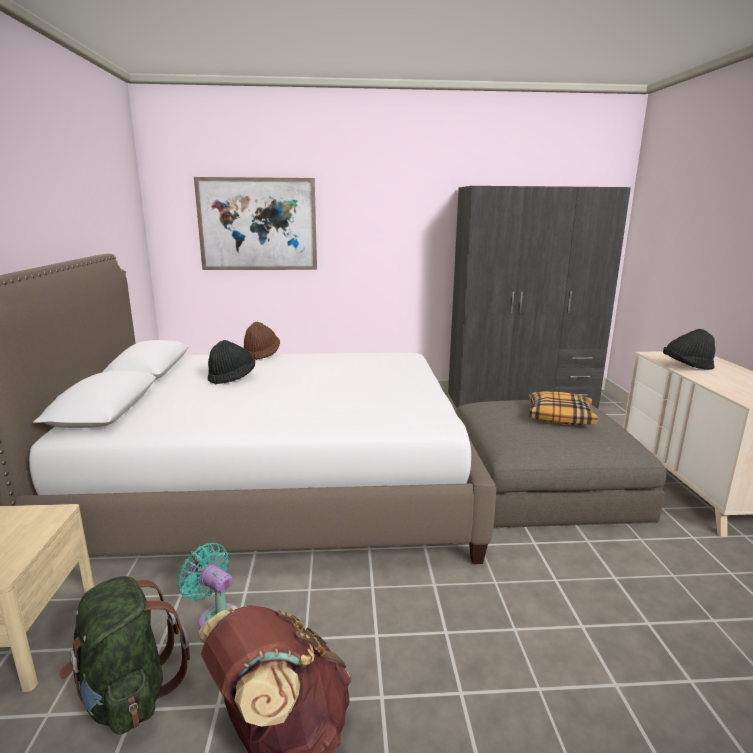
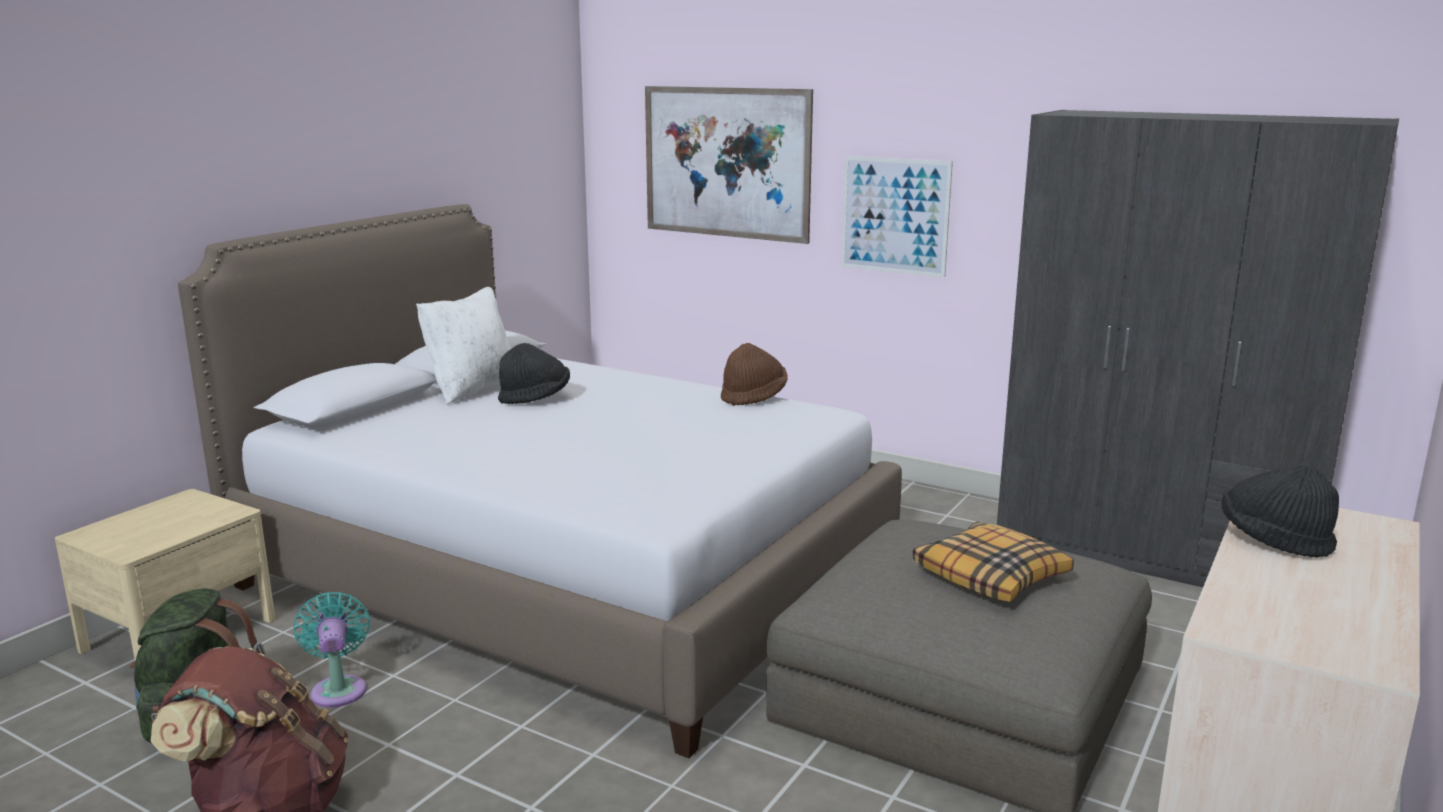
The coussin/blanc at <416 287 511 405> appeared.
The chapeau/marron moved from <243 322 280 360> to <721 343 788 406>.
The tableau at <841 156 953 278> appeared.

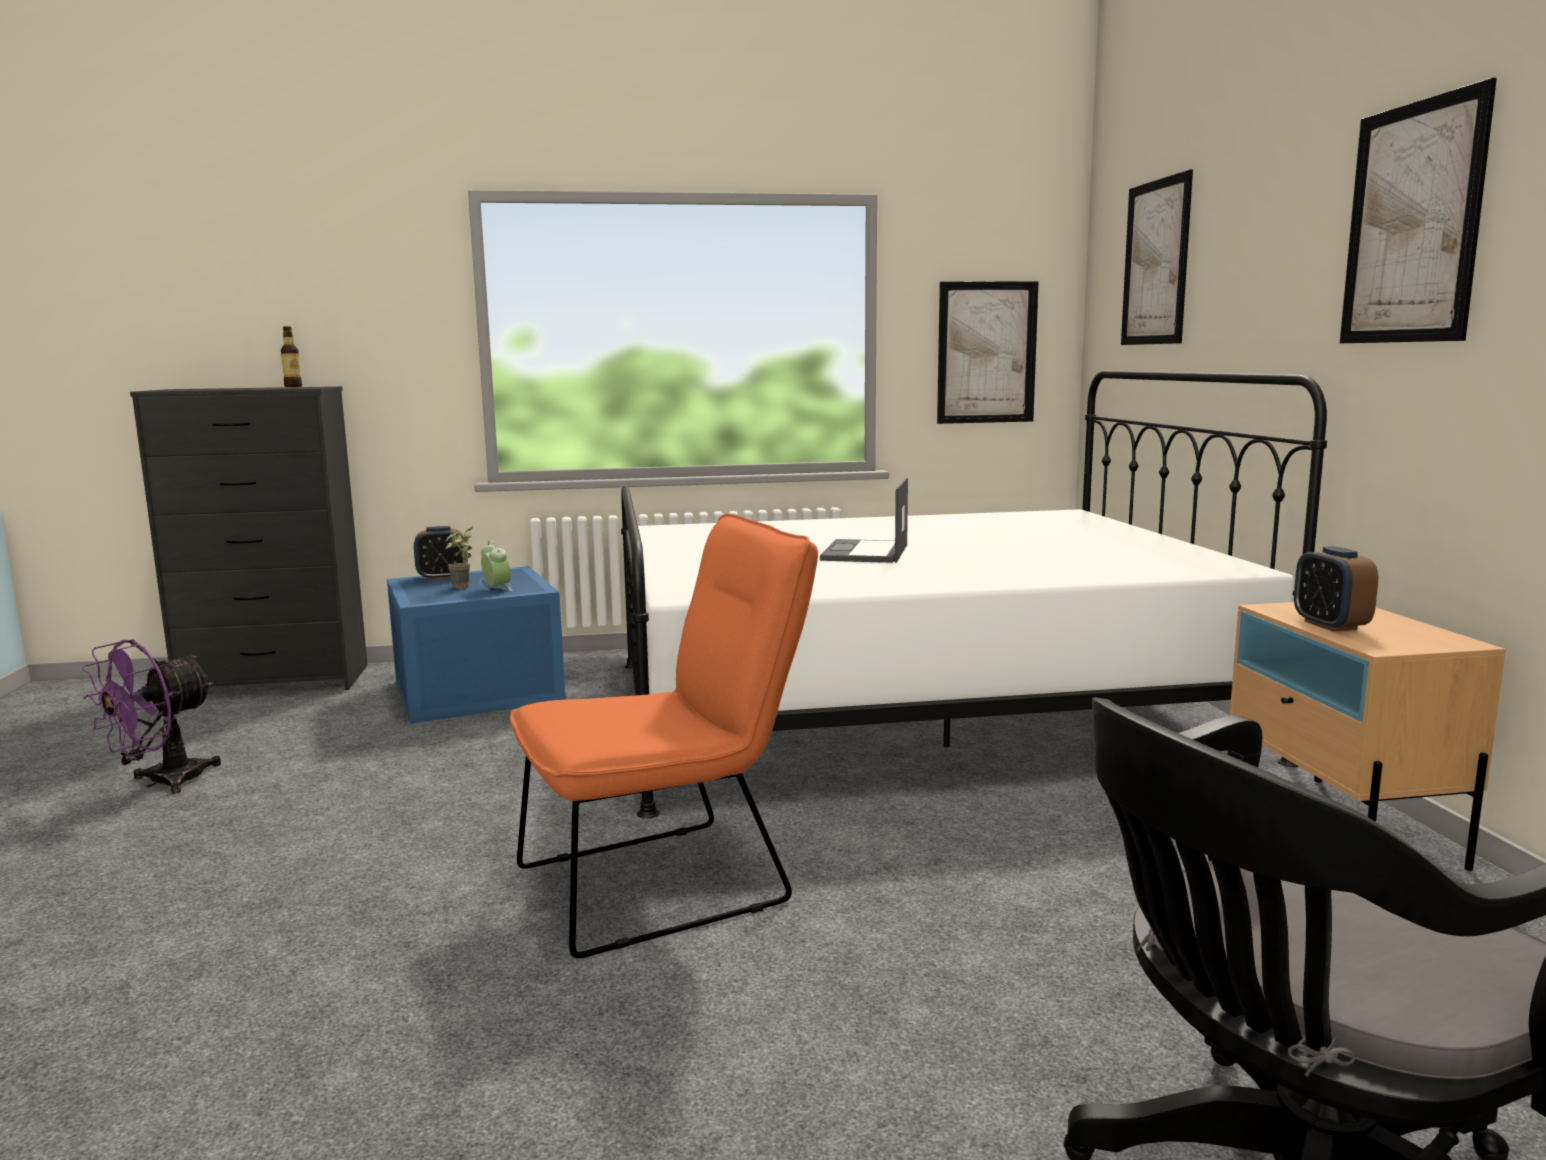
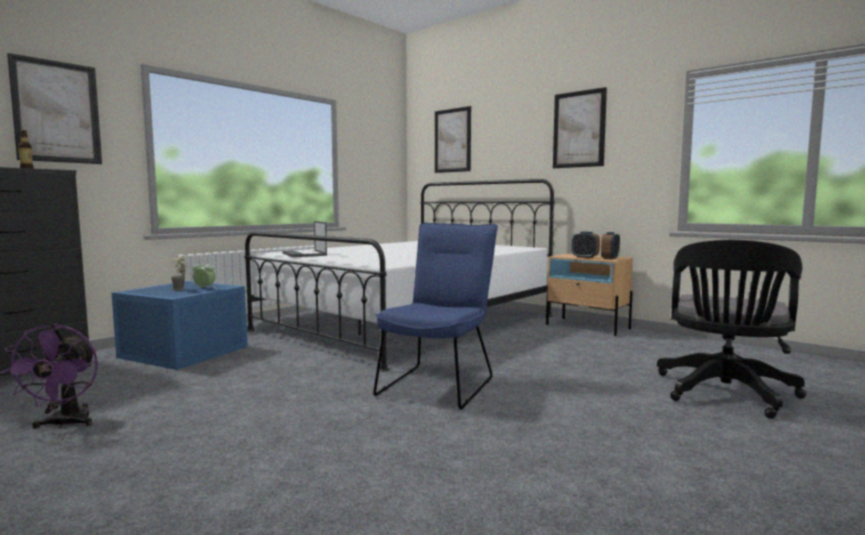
The tableau moved from <937 281 1039 424> to <7 53 102 164>.
The ordinateur portable moved from <820 477 908 563> to <282 221 327 257>.
The chaise/orange at <510 514 818 958> became the chaise/bleu at <373 223 498 410>.
The réveil moved from <414 526 466 580> to <601 232 620 260>.

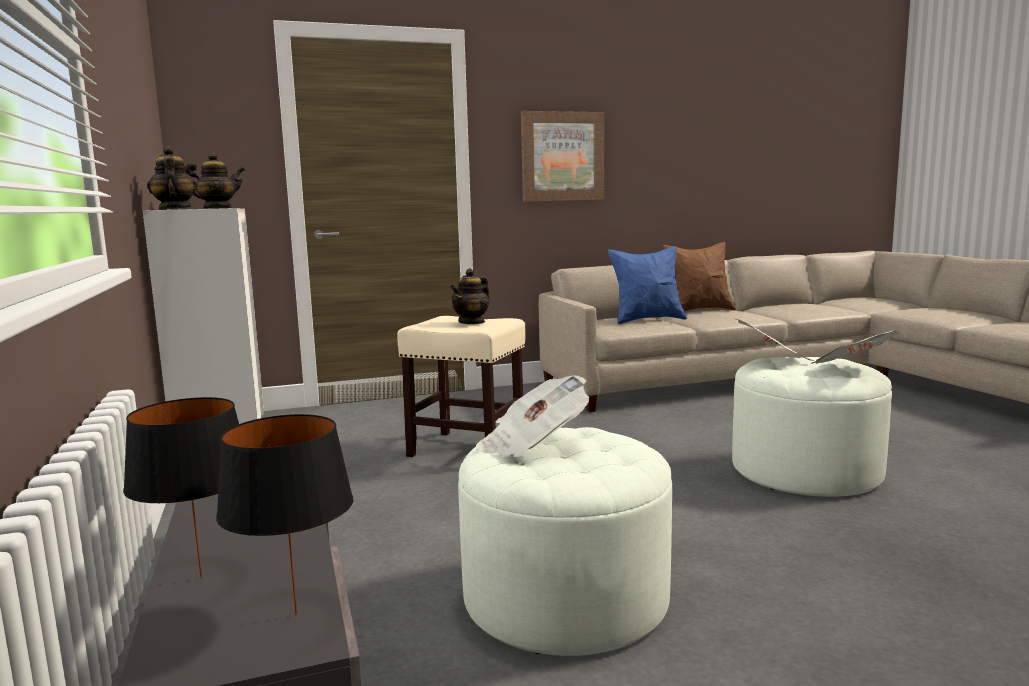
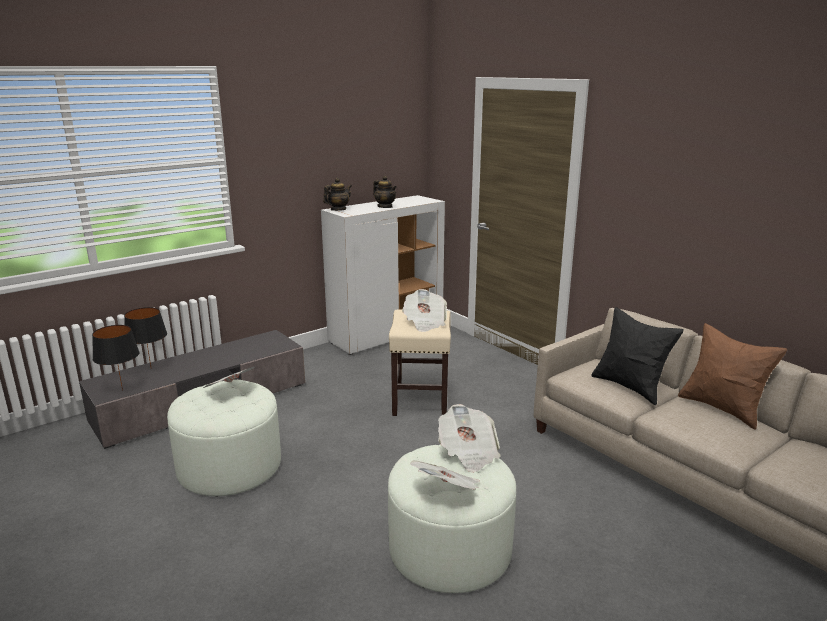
The théière at <450 268 490 325> was replaced by the journal at <402 289 447 332>.
The coussin/bleu at <608 246 687 324> became the coussin/noir at <591 307 684 405>.
The tableau at <521 111 604 202> disappeared.

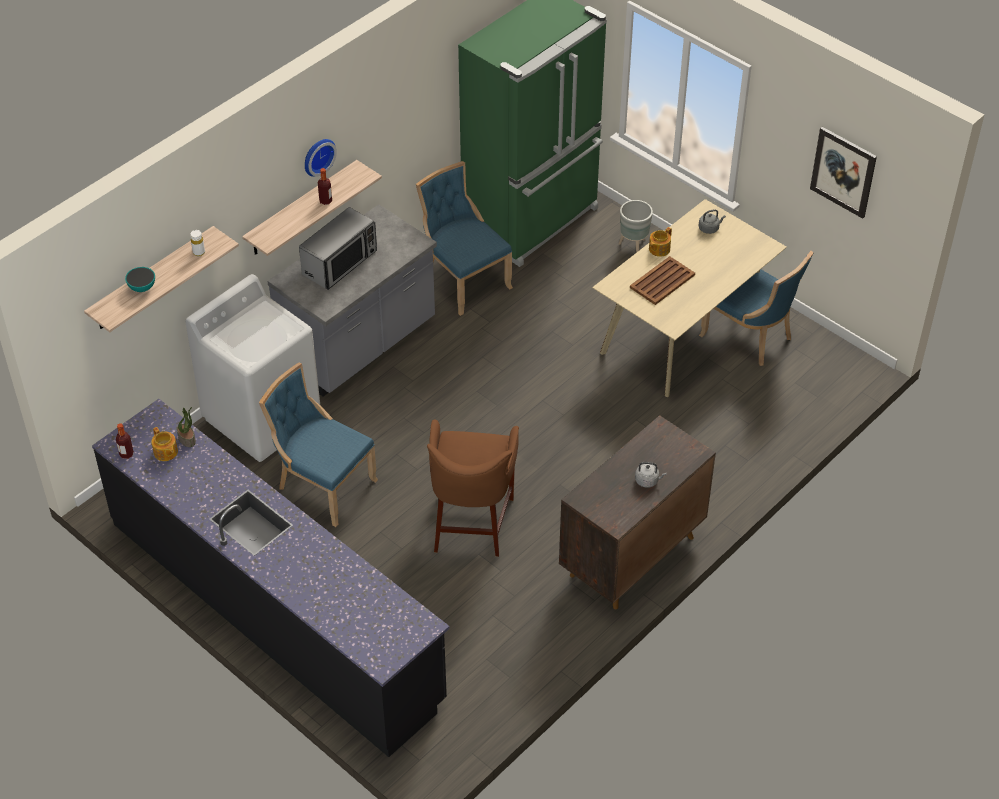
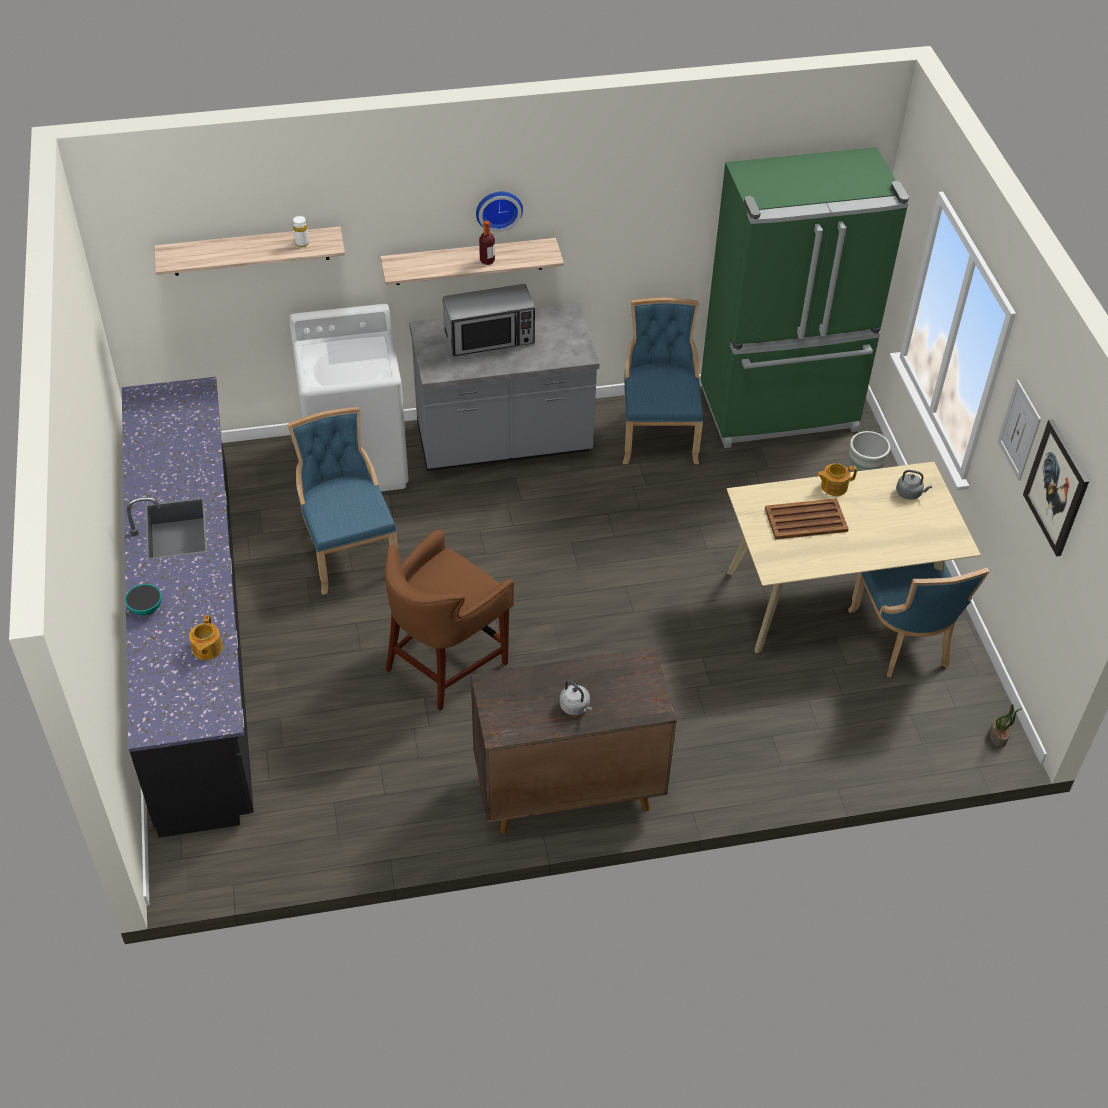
The bol moved from <125 267 155 292> to <125 584 162 616>.
The théière moved from <151 427 178 461> to <189 615 223 660>.
The plante en pot moved from <177 407 196 447> to <989 704 1023 748>.
The tableau at <997 380 1041 481> appeared.
The bouteille at <116 423 134 459> disappeared.

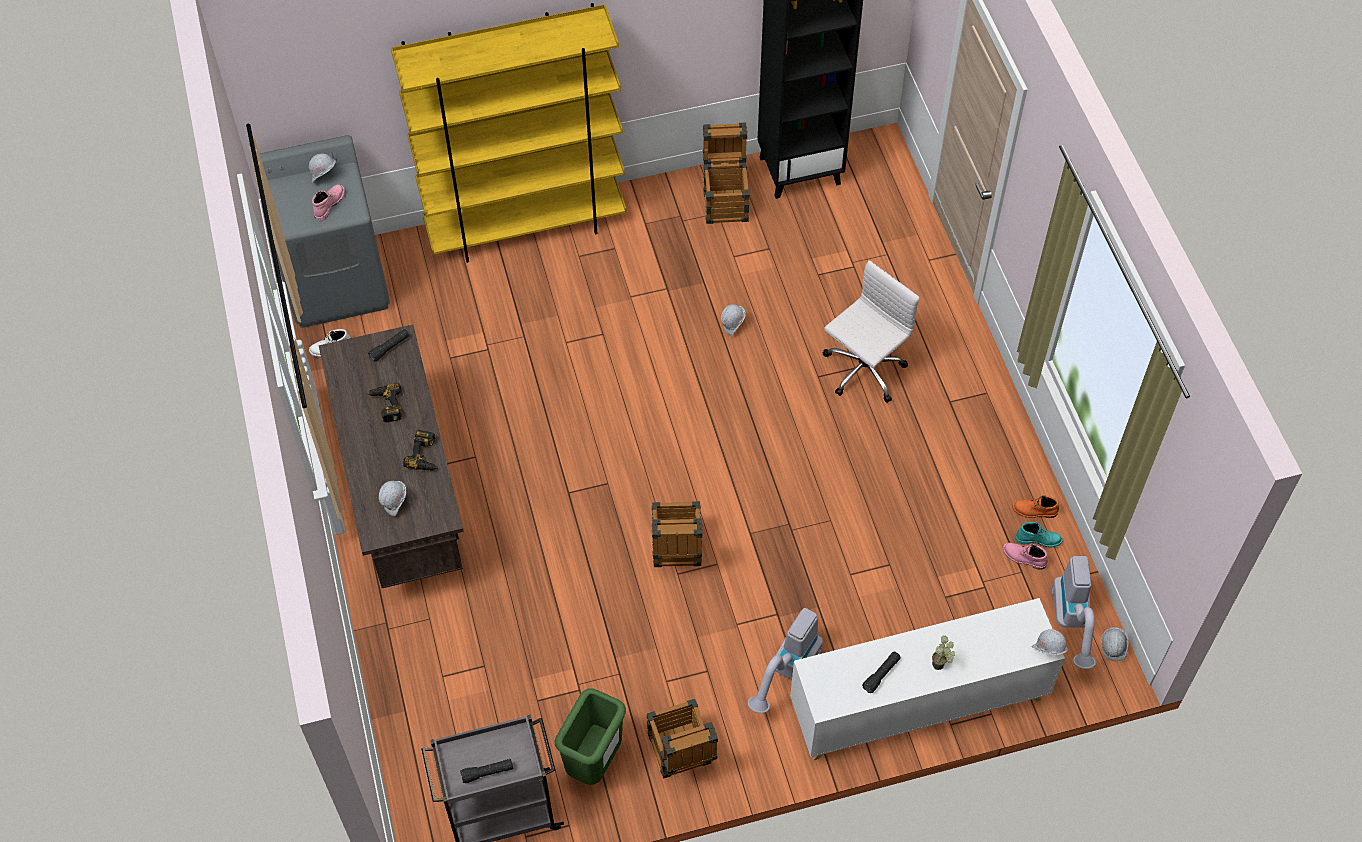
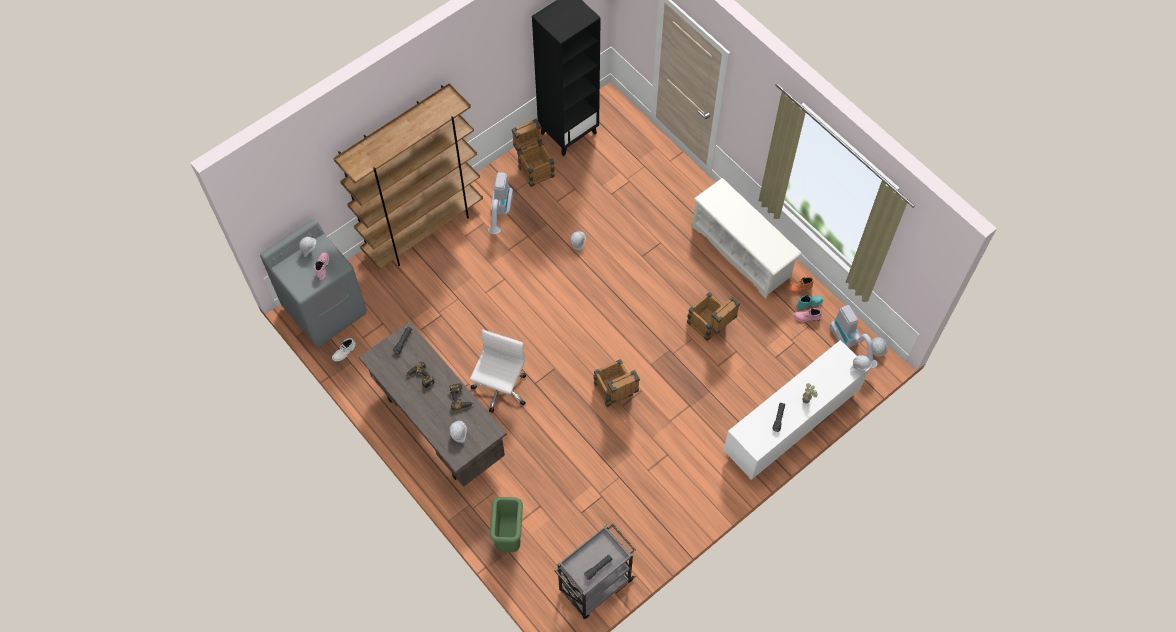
The bibliothèque/jaune at <391 3 626 263> became the bibliothèque/marron at <333 83 483 270>.
The chaise de bureau/blanc moved from <823 260 919 403> to <470 330 526 413>.
The aspirateur moved from <748 608 823 713> to <488 172 513 234>.
The poubelle/vert moved from <555 688 626 785> to <490 497 523 552>.
The caisse moved from <647 699 718 779> to <687 292 740 341>.
The étagère à chaussures/blanc at <692 178 802 299> appeared.

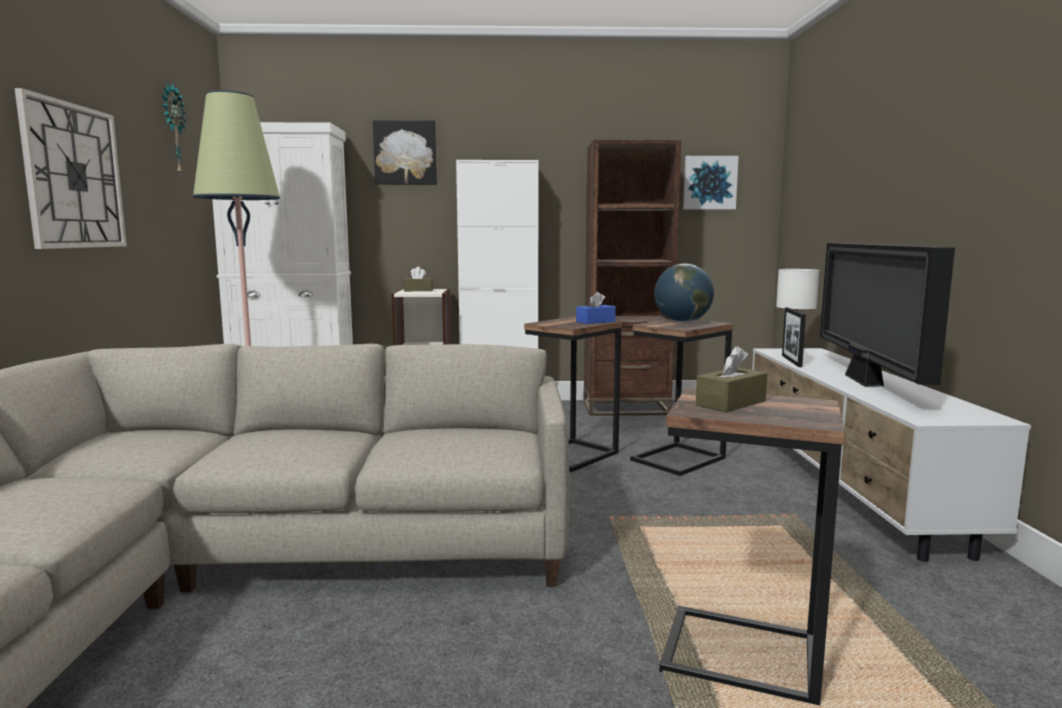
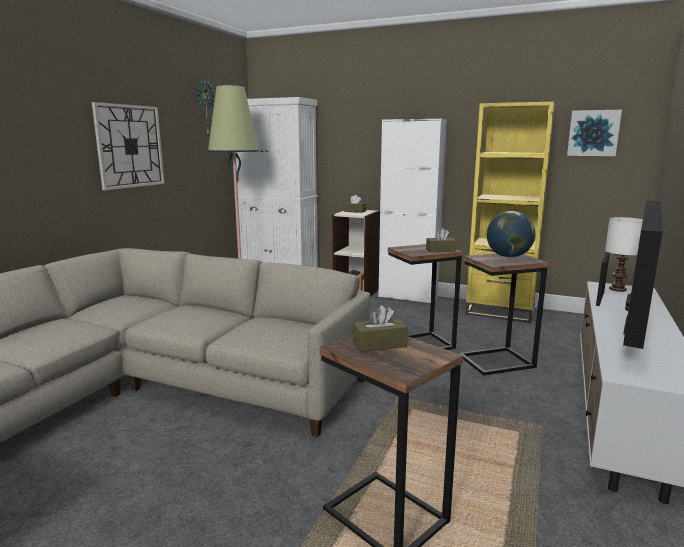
The boîte à mouchoirs/bleu at <576 292 616 324> became the boîte à mouchoirs/marron at <426 228 456 252>.
The bibliothèque/marron at <583 140 681 416> became the bibliothèque/jaune at <465 101 555 323>.
The tableau at <373 120 437 185> disappeared.

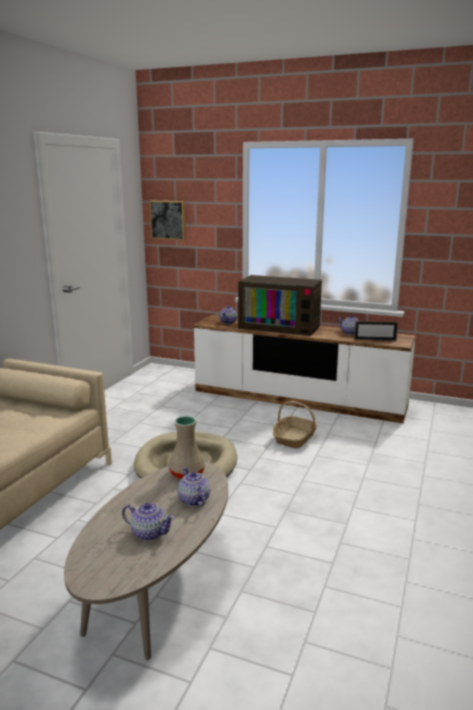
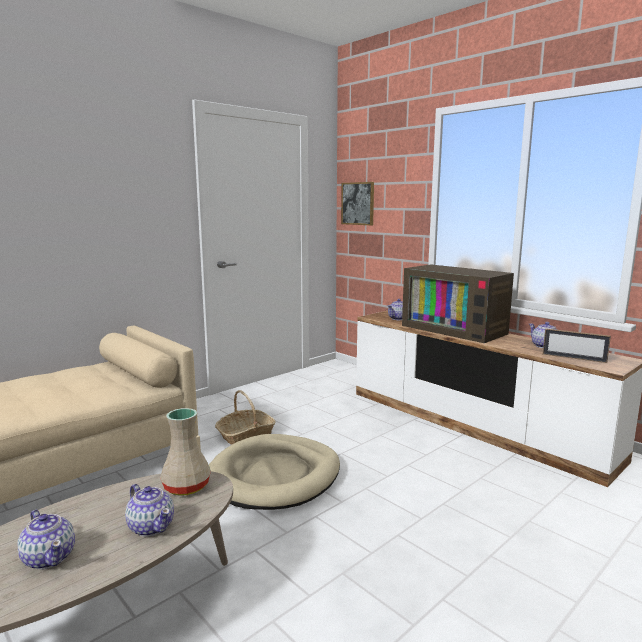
The théière at <177 467 210 506> turned 135 degrees clockwise.
The panier moved from <273 401 317 448> to <215 390 275 445>.

